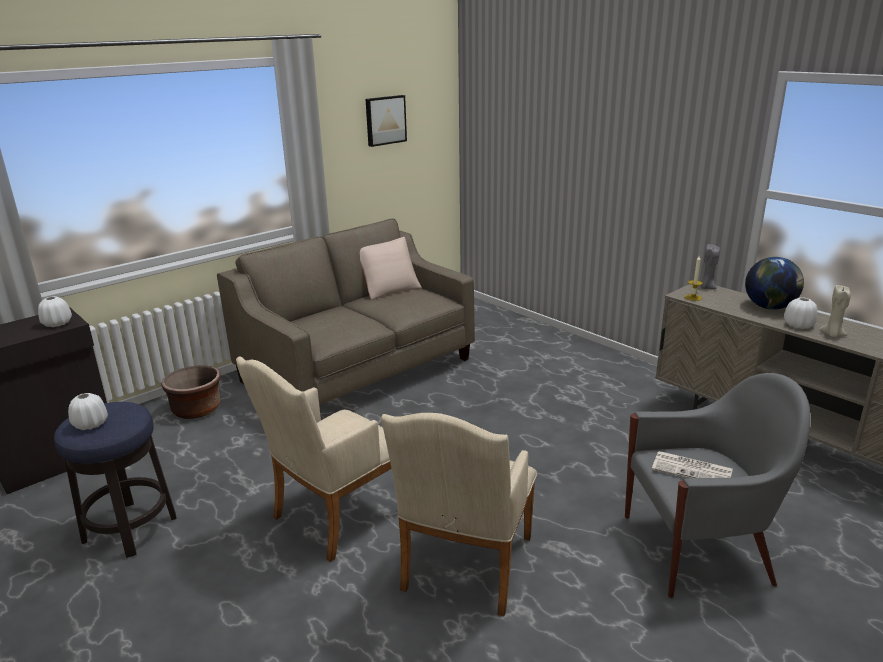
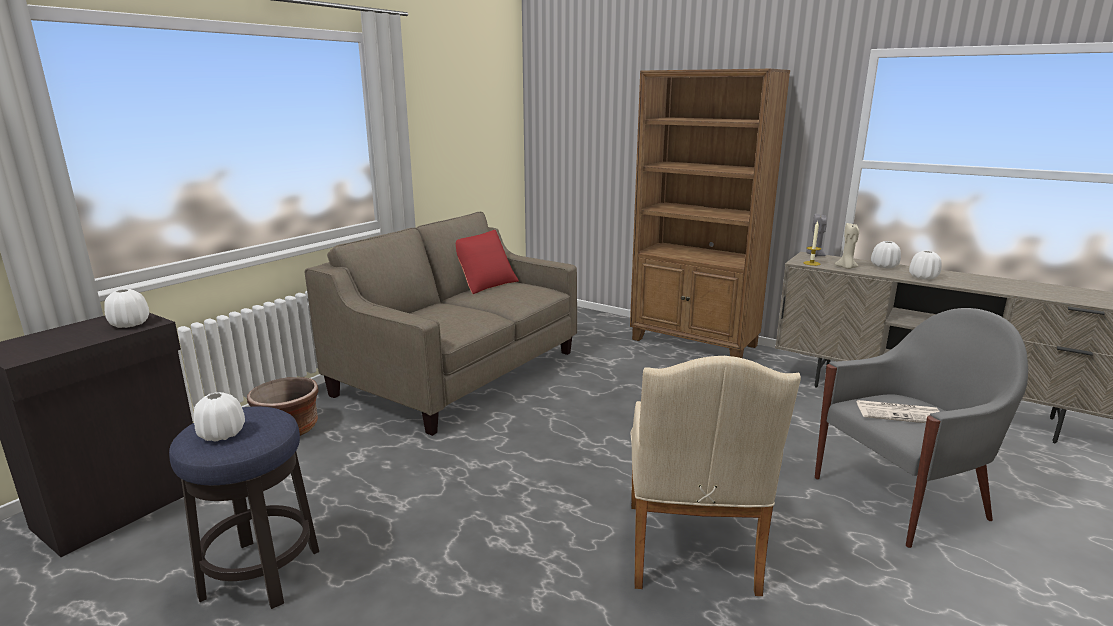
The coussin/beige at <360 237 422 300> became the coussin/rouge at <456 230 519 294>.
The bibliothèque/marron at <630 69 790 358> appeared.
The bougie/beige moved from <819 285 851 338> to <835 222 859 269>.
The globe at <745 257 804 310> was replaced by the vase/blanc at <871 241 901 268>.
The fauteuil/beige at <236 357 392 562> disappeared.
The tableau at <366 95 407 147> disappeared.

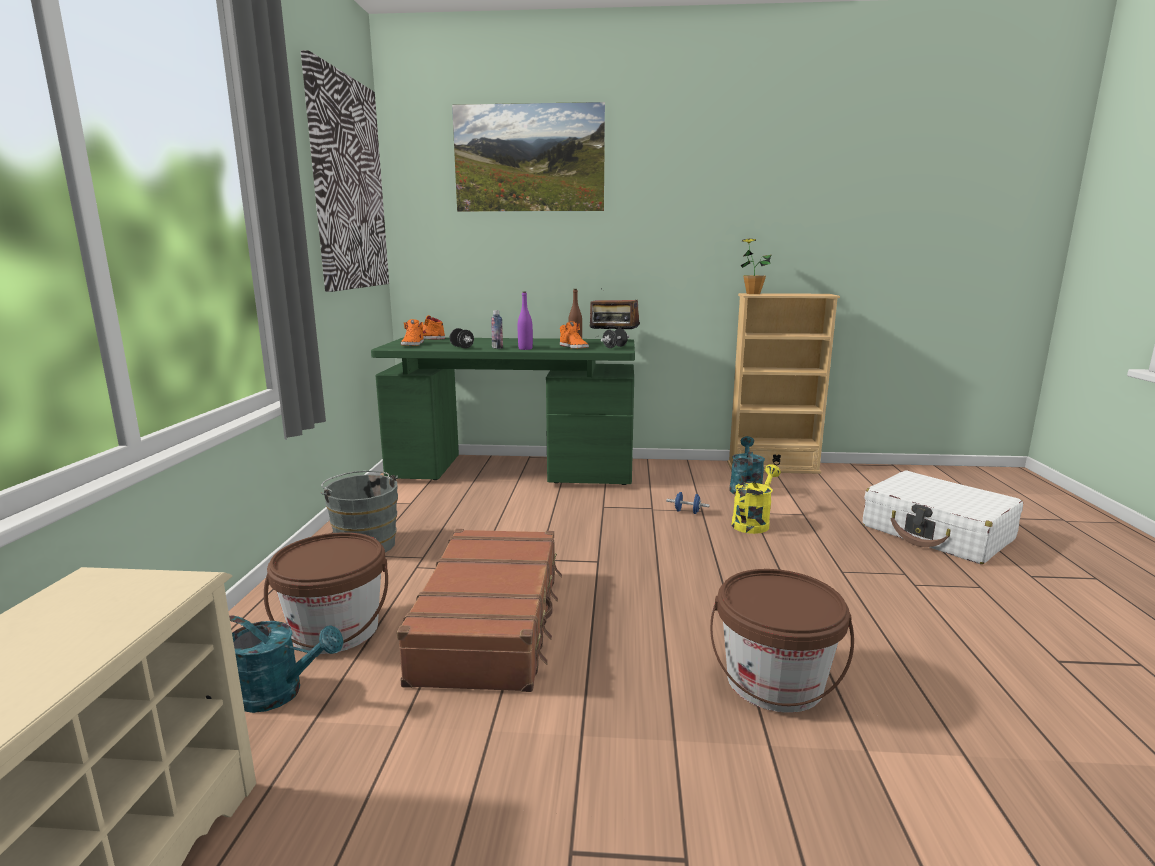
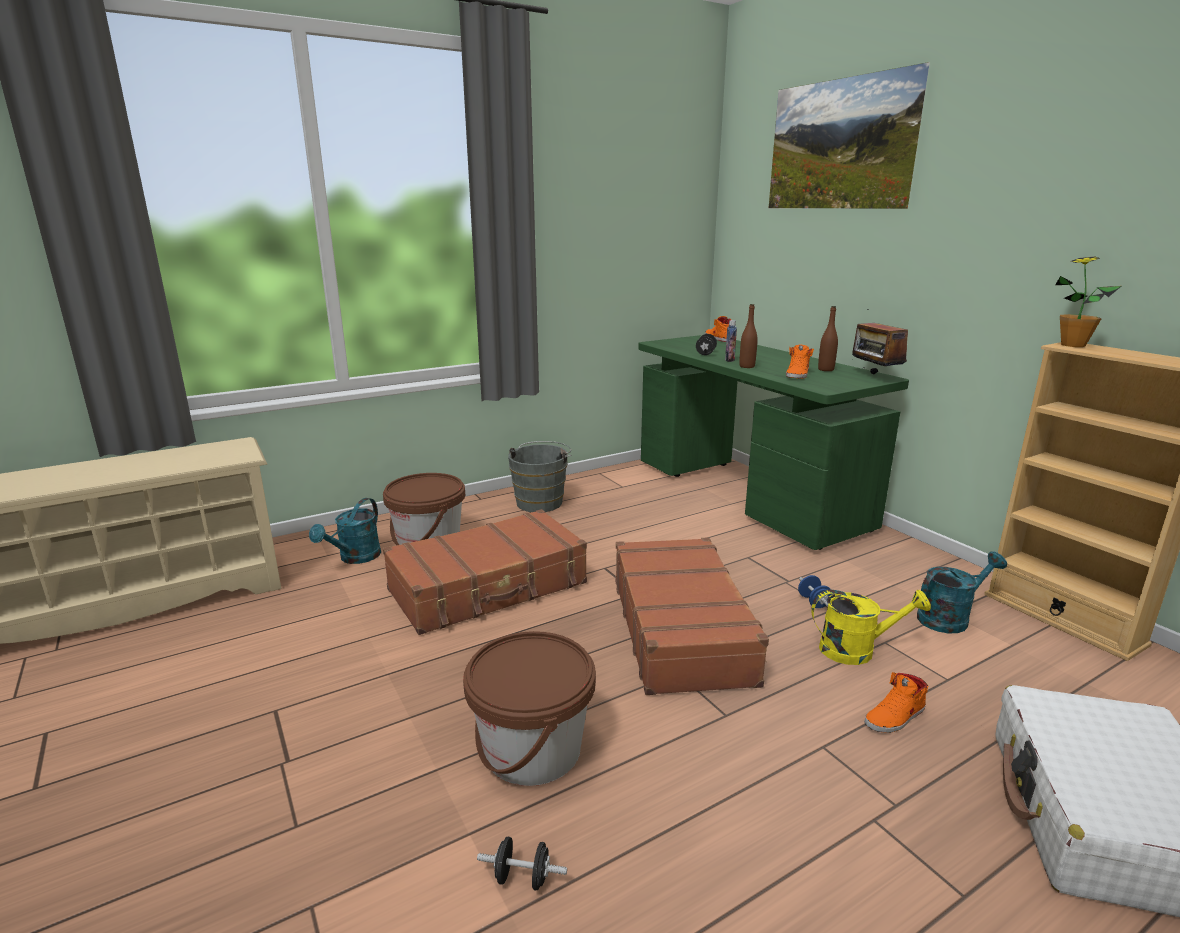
The arrosoir/turquoise at <229 616 344 713> turned 45 degrees clockwise.
The haltère/noir moved from <601 328 630 348> to <477 837 567 890>.
The valise/marron at <615 537 769 695> appeared.
The bouteille/violet at <518 291 533 350> became the bouteille/marron at <739 304 758 368>.
The chaussure/orange moved from <401 319 424 346> to <864 672 928 733>.
The tableau at <301 50 389 292> disappeared.

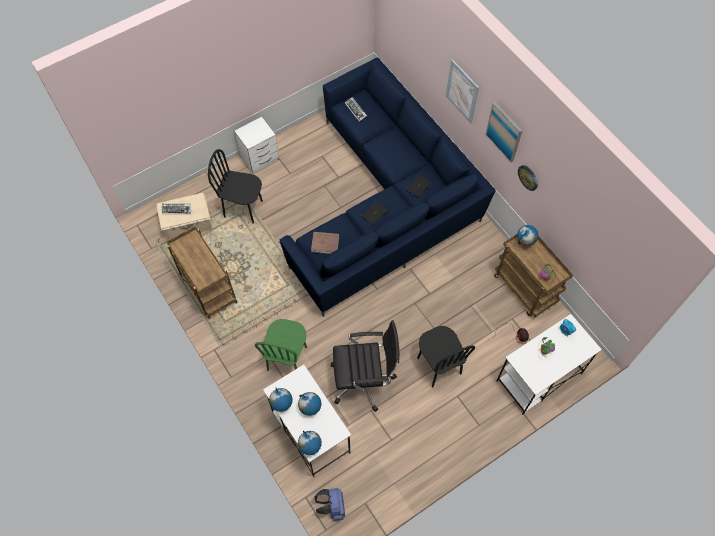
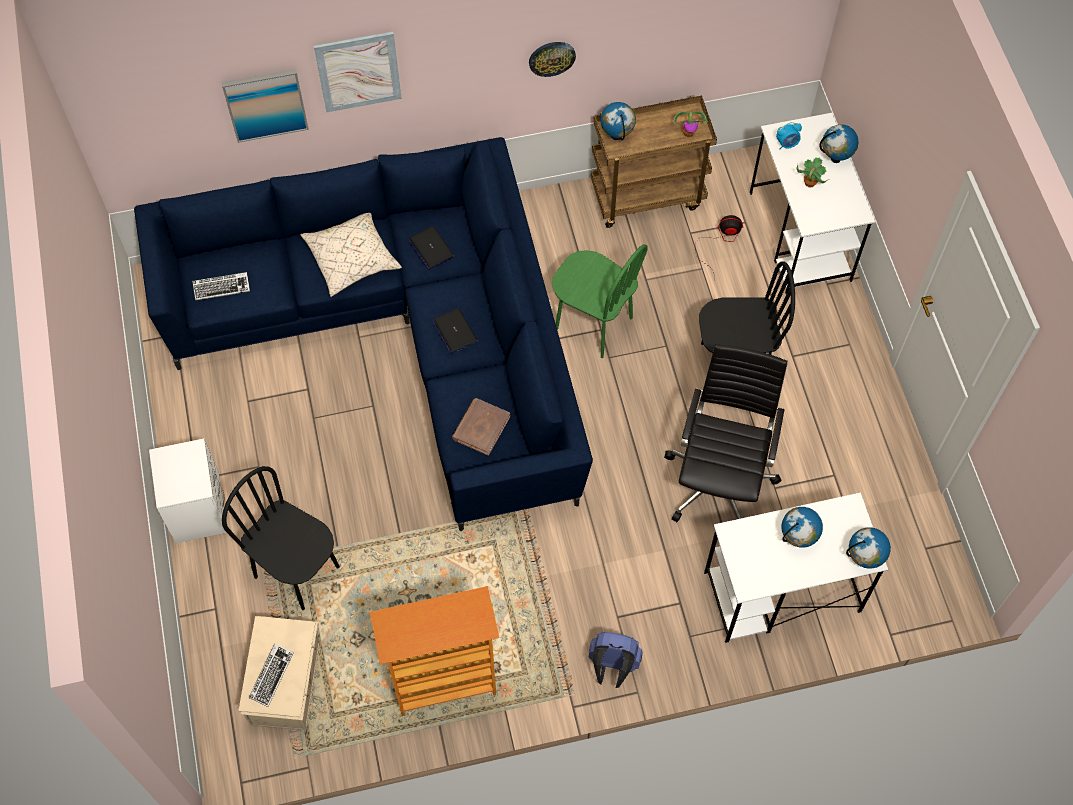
The tableau moved from <486 102 523 163> to <221 69 309 143>.
The chaise/noir at <208 149 263 224> turned 90 degrees clockwise.
The coussin/beige at <301 213 402 297> appeared.
The chariot/marron at <167 226 237 319> was replaced by the bibliothèque at <370 586 500 716>.
The chaise/vert moved from <255 319 307 371> to <552 244 648 358>.
The sac à dos/bleu moved from <314 488 345 521> to <589 632 643 688>.
The globe moved from <269 388 292 412> to <819 124 858 163>.

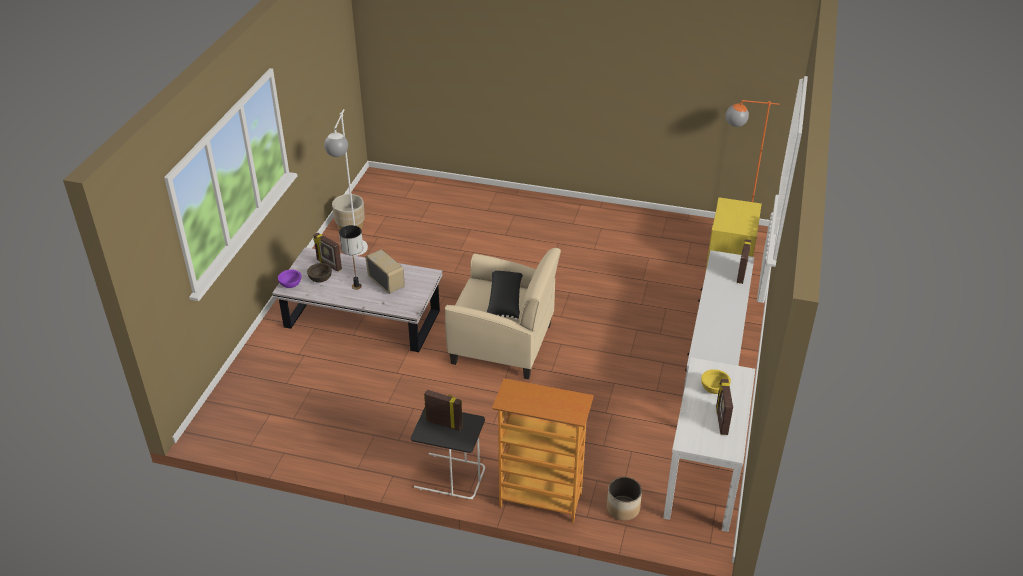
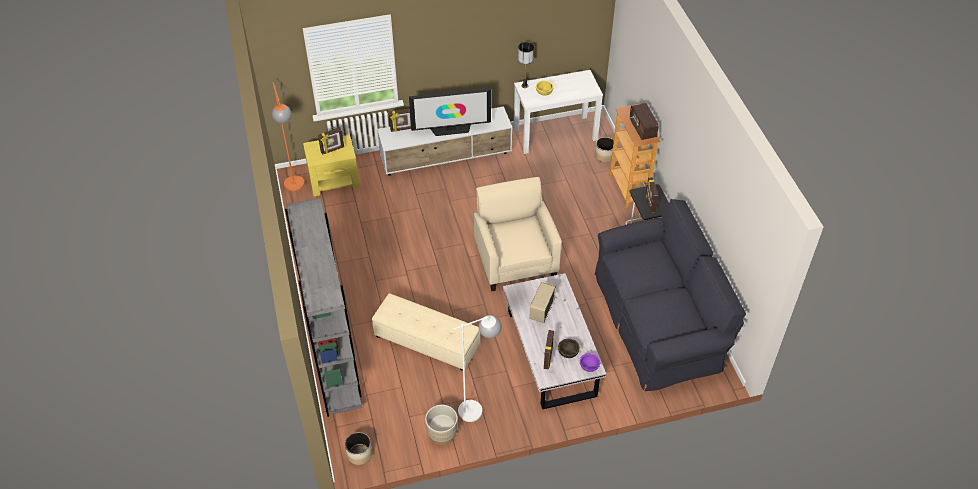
The bibliothèque/gris at <285 198 362 417> appeared.
The cadre photo moved from <716 379 733 435> to <318 127 344 155>.
The cache-pot at <345 432 372 465> appeared.
The pouf/beige at <372 293 481 371> appeared.
The téléviseur at <409 88 491 136> appeared.
The lampe de table moved from <339 225 363 290> to <518 42 534 88>.
The canapé/noir at <595 199 746 391> appeared.
The radio at <630 103 659 140> appeared.
The coussin/noir at <487 271 523 321> disappeared.

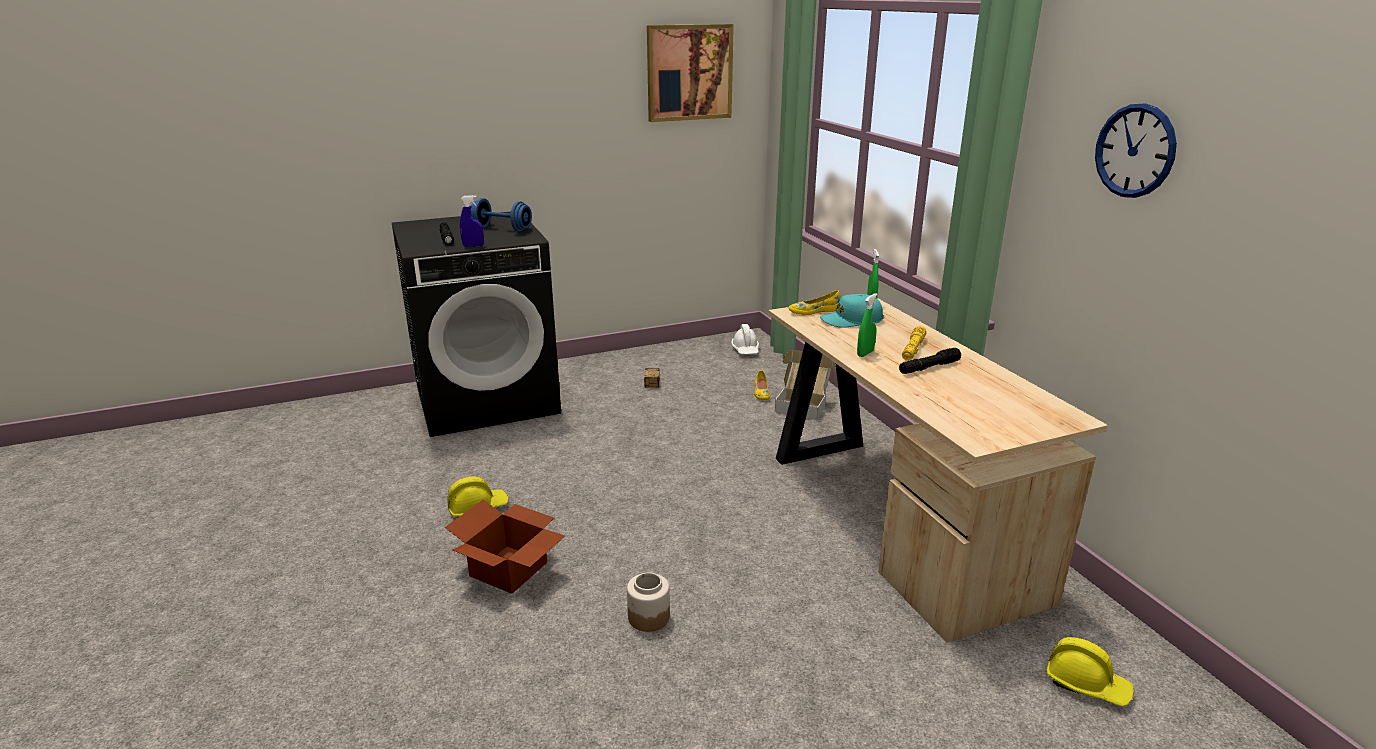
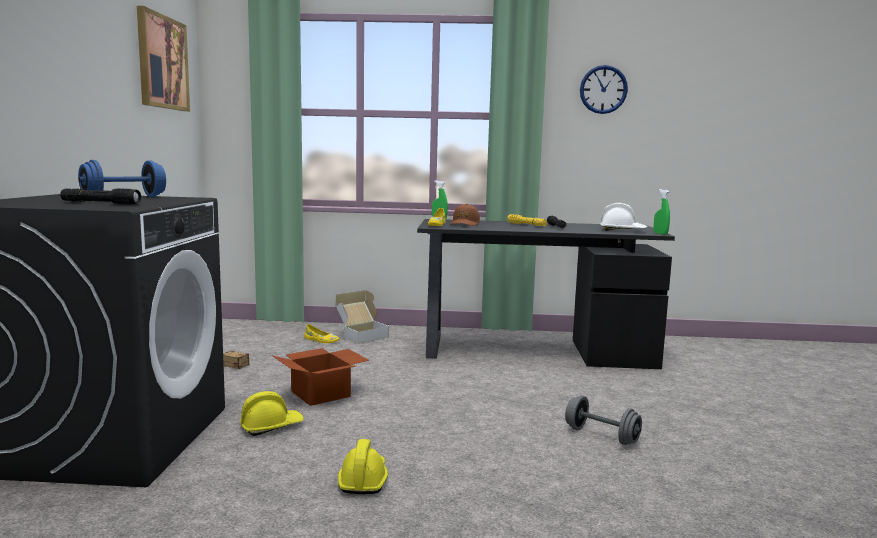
The casque de chantier/jaune moved from <1046 637 1134 706> to <240 391 304 436>.
The carton moved from <445 500 565 594> to <272 348 370 406>.
The bureau/beige at <768 298 1108 643> became the bureau/noir at <417 219 675 369>.
The casquette/turquoise at <820 294 884 328> became the casquette/marron at <450 204 480 226>.
The bocal at <627 572 670 632> was replaced by the haltère/gris at <565 396 642 445>.
The casque de chantier/blanc moved from <731 324 759 354> to <600 203 648 231>.
The vaporisateur/vert moved from <857 293 878 357> to <654 189 670 235>.
The vaporisateur/bleu at <460 195 484 247> disappeared.

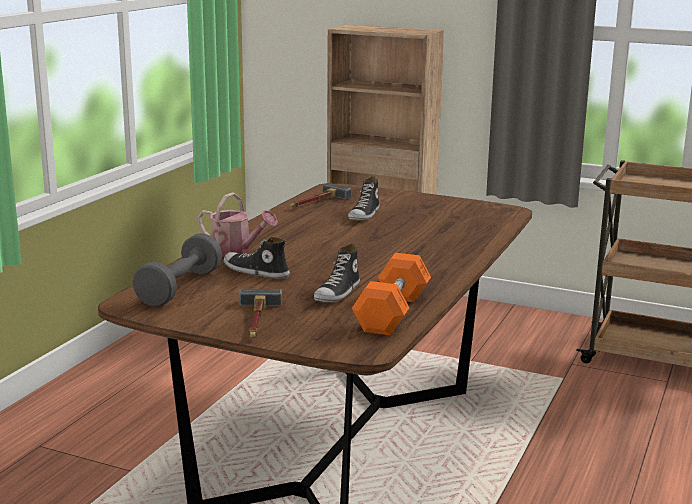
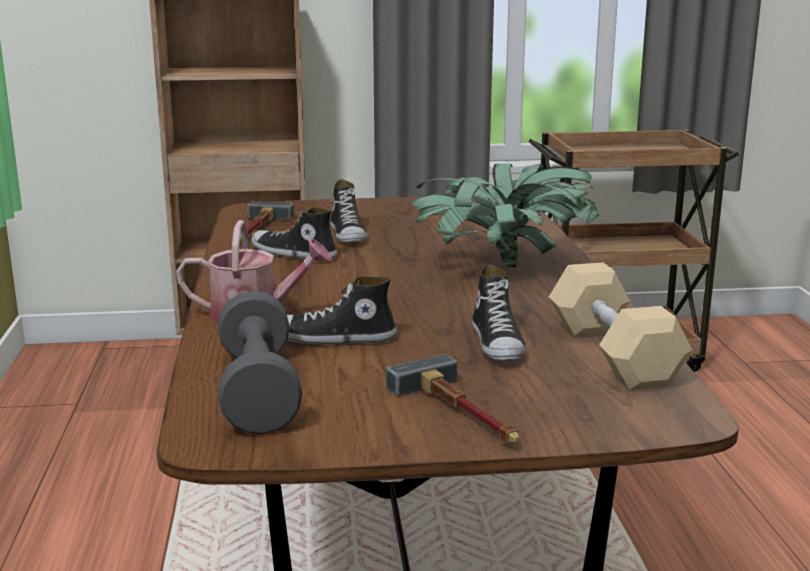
The chaussure at <251 207 337 261> appeared.
The plante en pot at <412 163 600 267> appeared.
The haltère/orange at <352 253 431 335> became the haltère/beige at <549 262 692 390>.

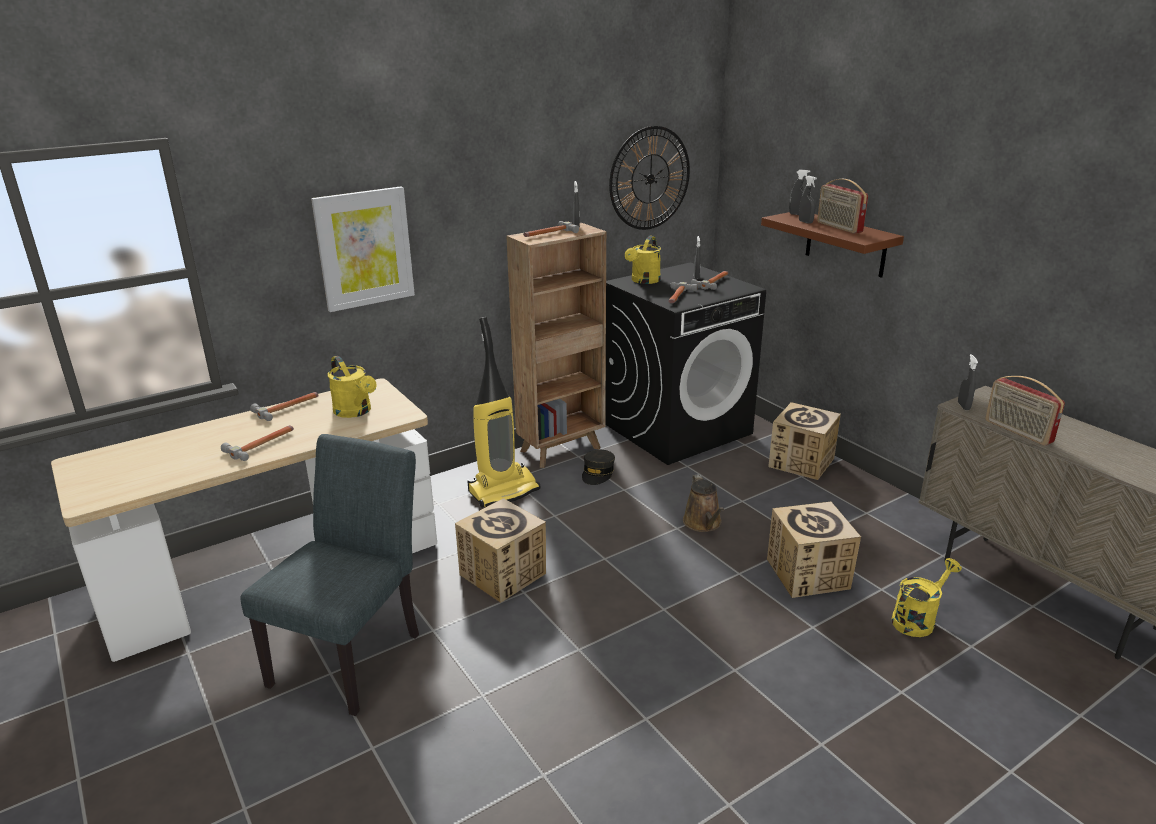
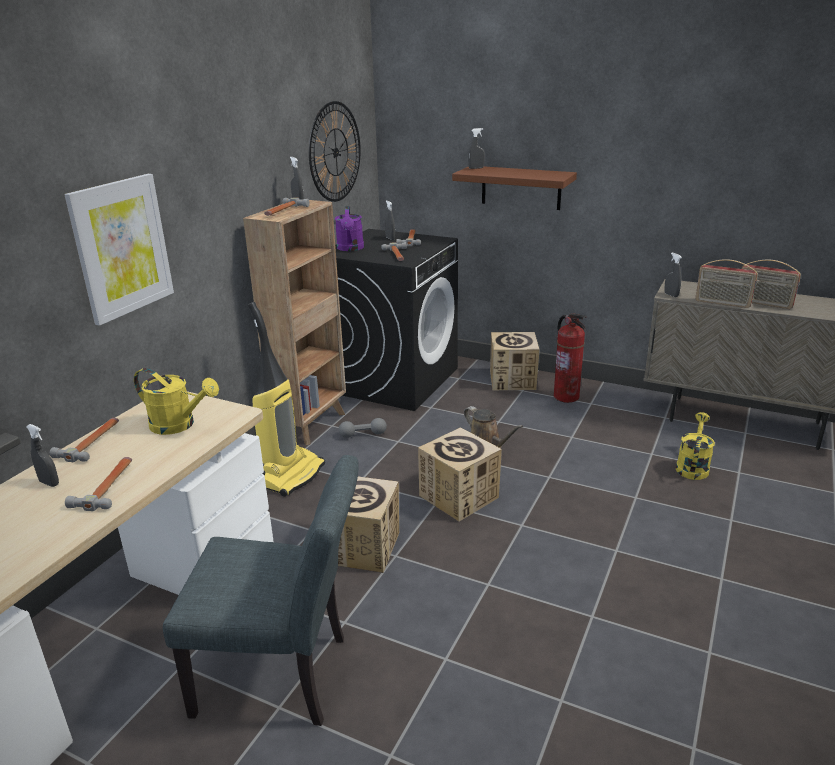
The vaporisateur/gris moved from <799 176 817 224> to <26 424 59 487>.
The chaise/gris at <240 434 419 716> turned 105 degrees clockwise.
The arrosoir/jaune at <625 236 661 284> became the arrosoir/violet at <335 206 364 251>.
The casquette/gris at <582 450 615 485> was replaced by the haltère/gris at <339 418 387 438>.
The carton moved from <767 502 861 598> to <418 427 502 522>.
The extincteur at <554 313 587 403> appeared.
The radio moved from <817 179 868 234> to <742 260 801 309>.

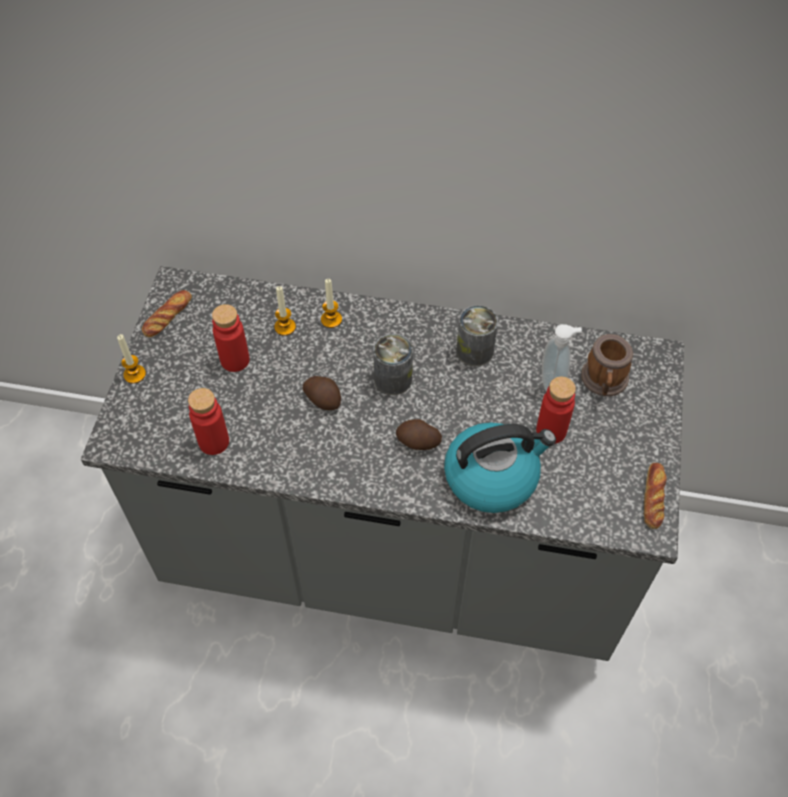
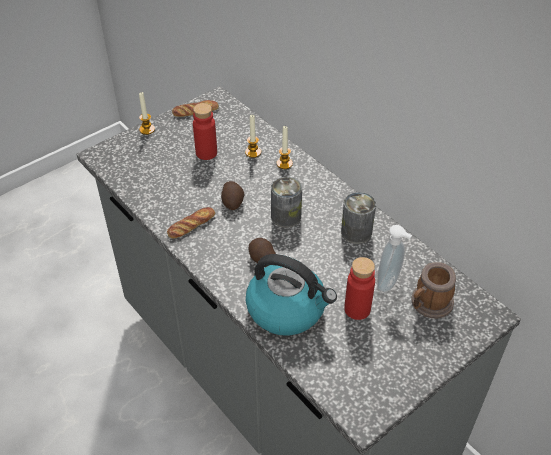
The pain moved from <644 463 667 529> to <167 207 215 239>.
The bouteille/rouge at <188 388 229 455> disappeared.

